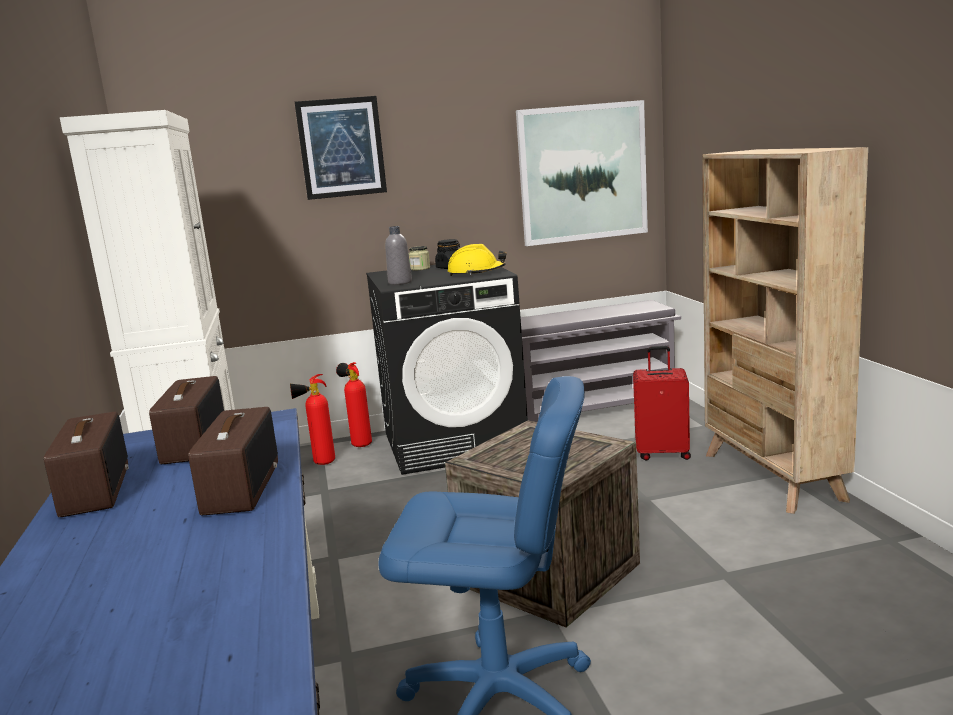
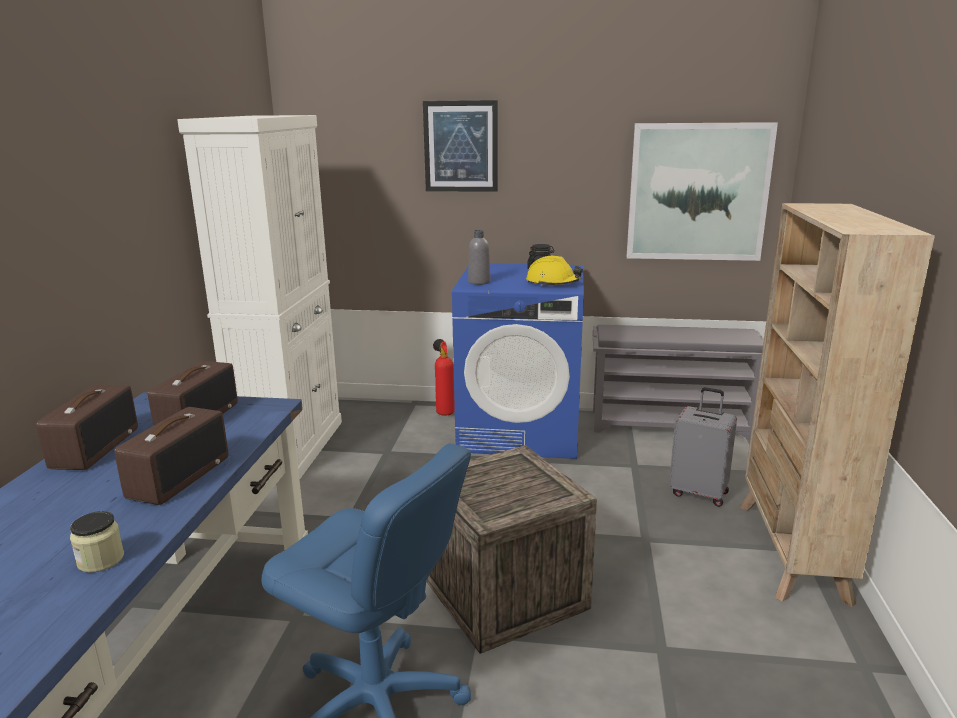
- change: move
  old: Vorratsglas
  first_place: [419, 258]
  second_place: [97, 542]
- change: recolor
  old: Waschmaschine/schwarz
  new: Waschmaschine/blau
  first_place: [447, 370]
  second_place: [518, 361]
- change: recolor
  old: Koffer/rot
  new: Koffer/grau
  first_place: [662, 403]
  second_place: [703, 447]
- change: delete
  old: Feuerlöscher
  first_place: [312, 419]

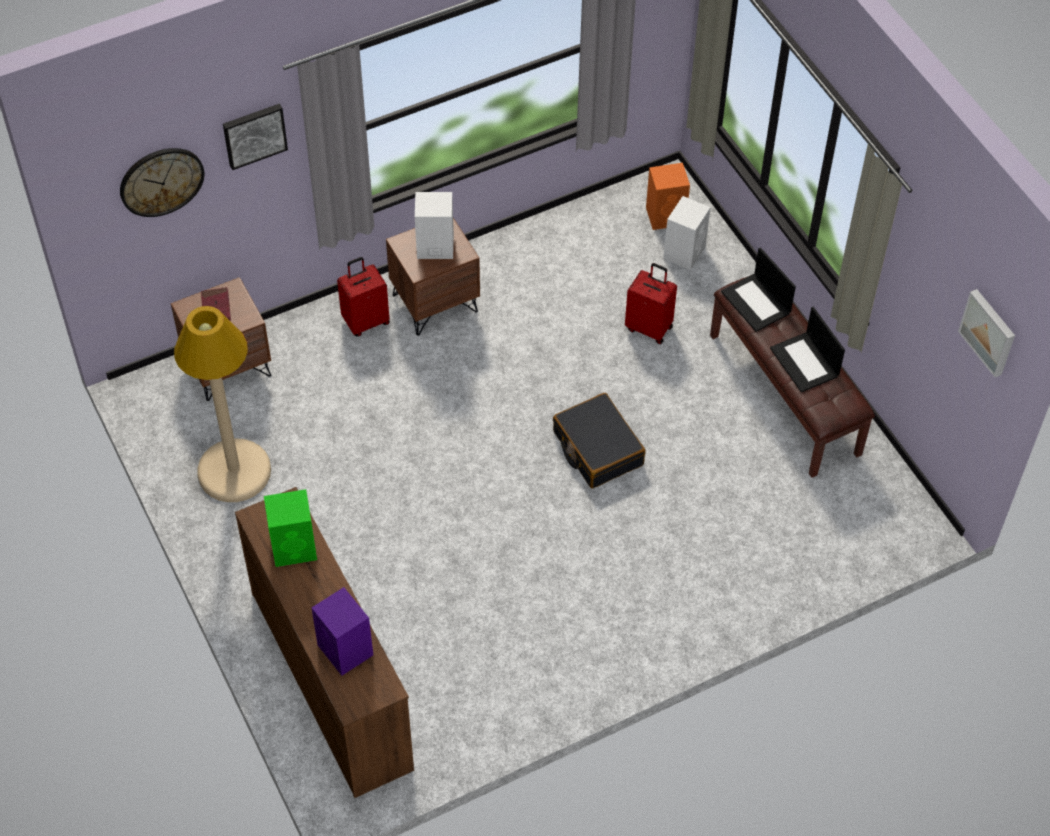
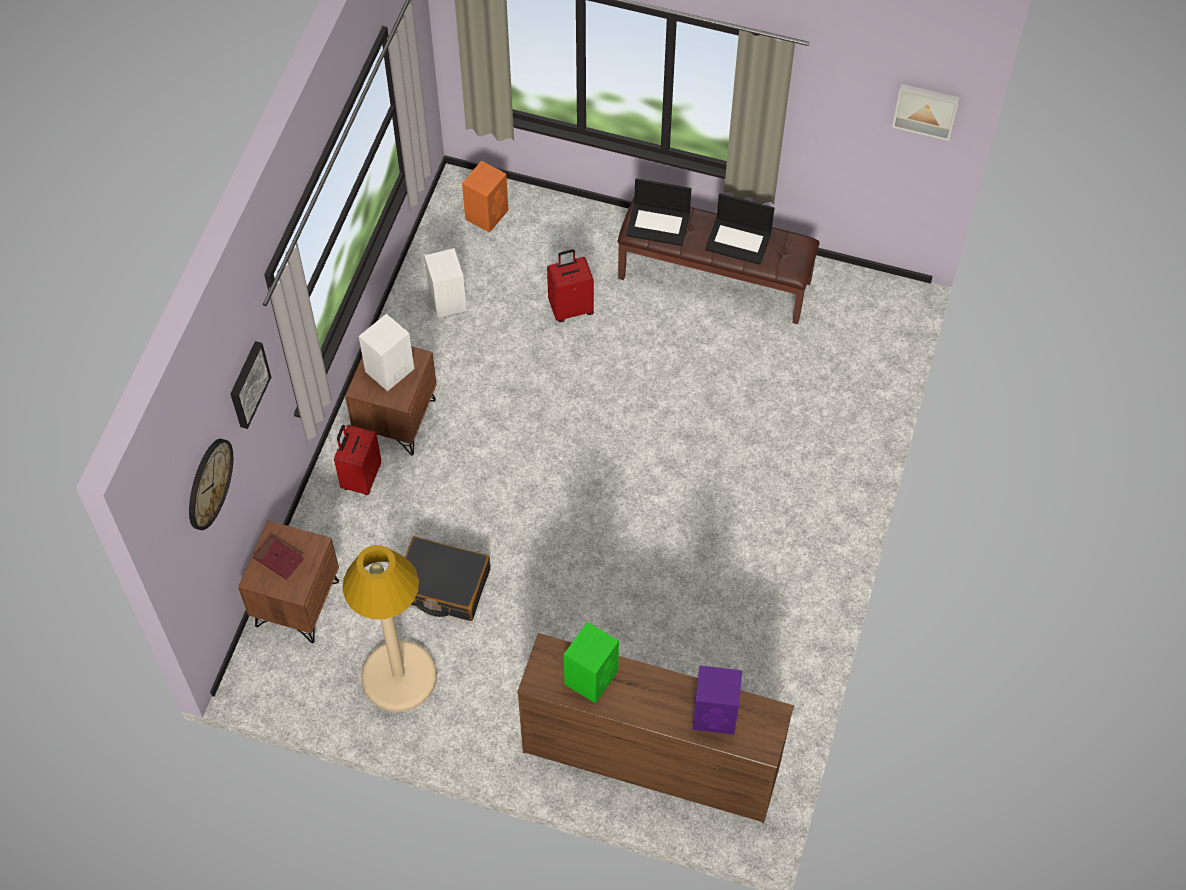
- change: move
  old: Koffer/schwarz
  first_place: [599, 441]
  second_place: [448, 578]
- change: move
  old: Lautsprecher/weiß
  first_place: [687, 233]
  second_place: [445, 283]

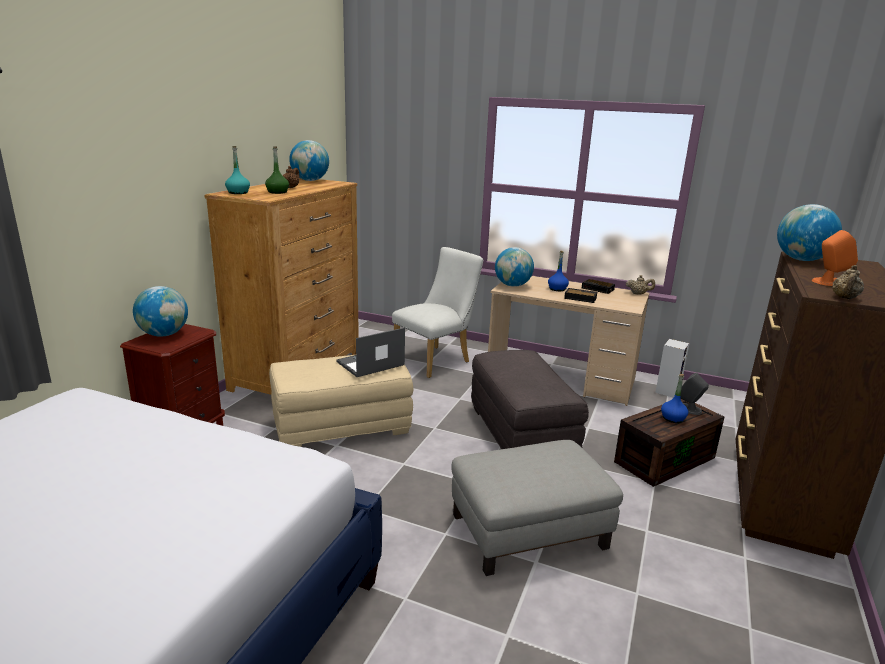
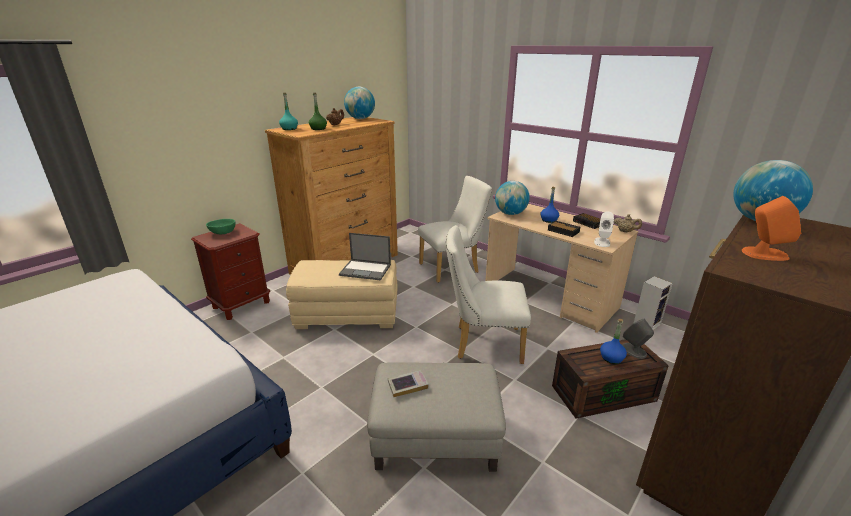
- change: replace
  old: Globus
  new: Schüssel/grün
  first_place: [160, 311]
  second_place: [221, 226]
- change: rotate
  old: Laptop
  first_place: [370, 352]
  second_place: [365, 257]
  degrees: -150
- change: insert
  new: Buch
  second_place: [408, 383]
- change: replace
  old: Polsterhocker/grau
  new: Stuhl/weiß
  first_place: [530, 399]
  second_place: [488, 294]
- change: insert
  new: Lautsprecher/weiß
  second_place: [604, 229]
- change: delete
  old: Teekanne/beige
  first_place: [848, 282]

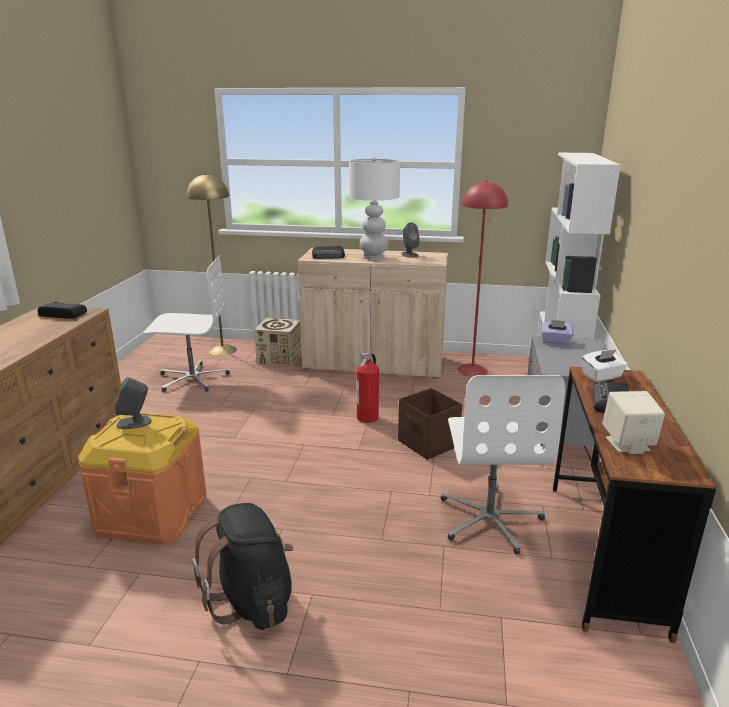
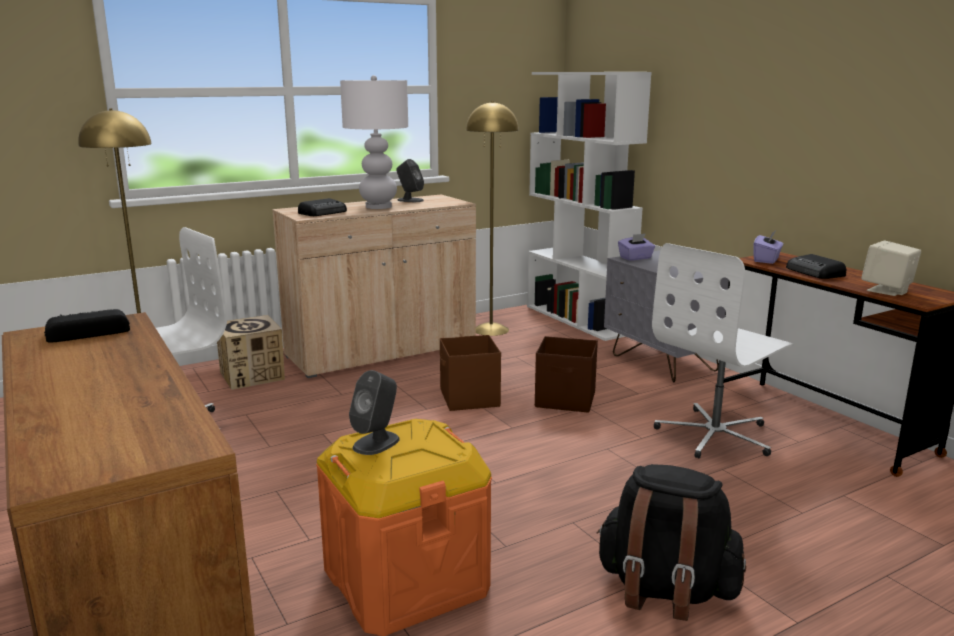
- change: replace
  old: Feuerlöscher
  new: Aufbewahrungsbox/braun
  first_place: [368, 388]
  second_place: [470, 373]
- change: recolor
  old: Stehlampe/rot
  new: Stehlampe/gelb
  first_place: [482, 278]
  second_place: [492, 218]
- change: rotate
  old: Bürostuhl/weiß
  first_place: [503, 464]
  second_place: [723, 350]
  degrees: 90
- change: recolor
  old: Taschentuchbox/weiß
  new: Taschentuchbox/lila
  first_place: [604, 365]
  second_place: [768, 247]

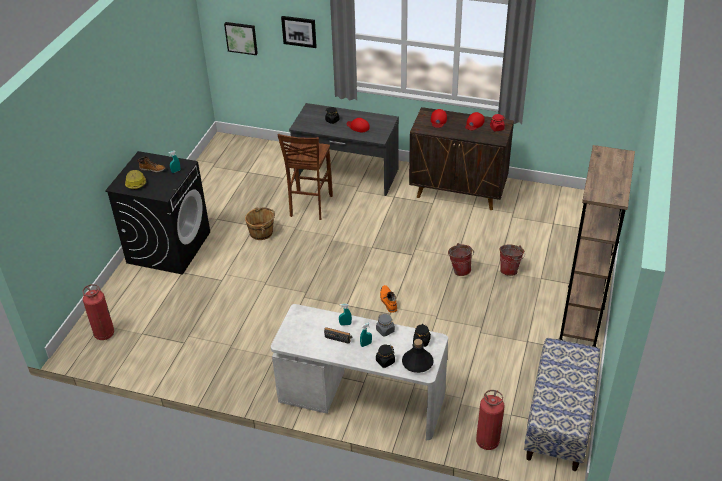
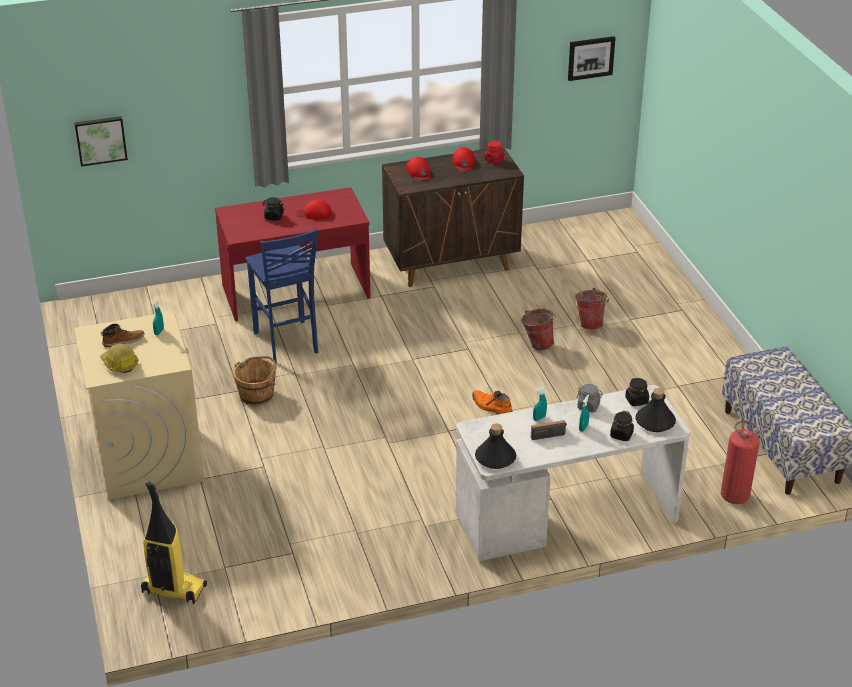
- change: recolor
  old: Waschmaschine/schwarz
  new: Waschmaschine/beige
  first_place: [157, 213]
  second_place: [139, 405]
- change: replace
  old: Feuerlöscher
  new: Staubsauger
  first_place: [98, 312]
  second_place: [174, 542]
- change: recolor
  old: Schreibtisch/grau
  new: Schreibtisch/rot
  first_place: [344, 149]
  second_place: [293, 254]
- change: recolor
  old: Hocker/braun
  new: Hocker/blau
  first_place: [305, 177]
  second_place: [282, 296]
- change: insert
  new: Flasche/schwarz
  second_place: [495, 446]
- change: move
  old: Bild
  first_place: [299, 32]
  second_place: [591, 58]
- change: delete
  old: Bücherregal/braun
  first_place: [597, 246]

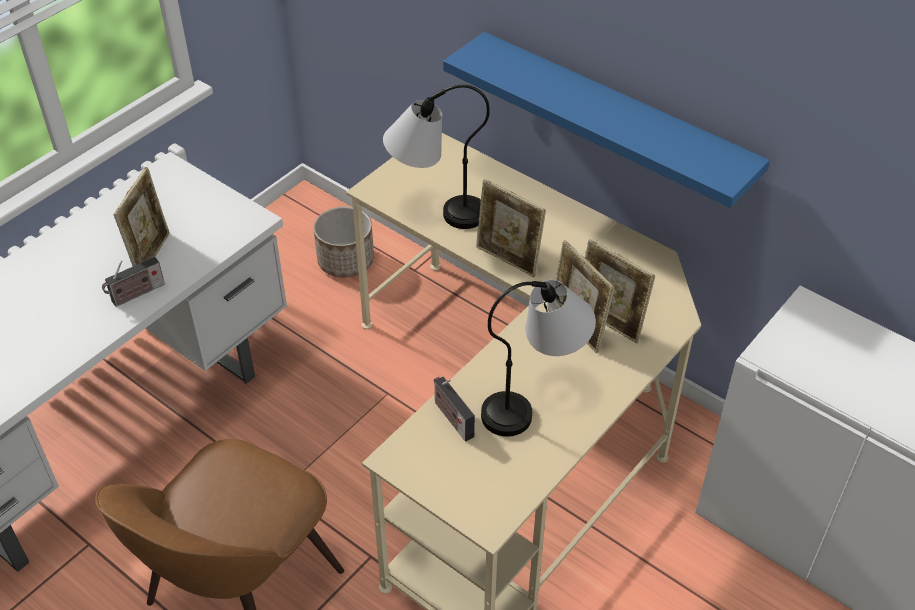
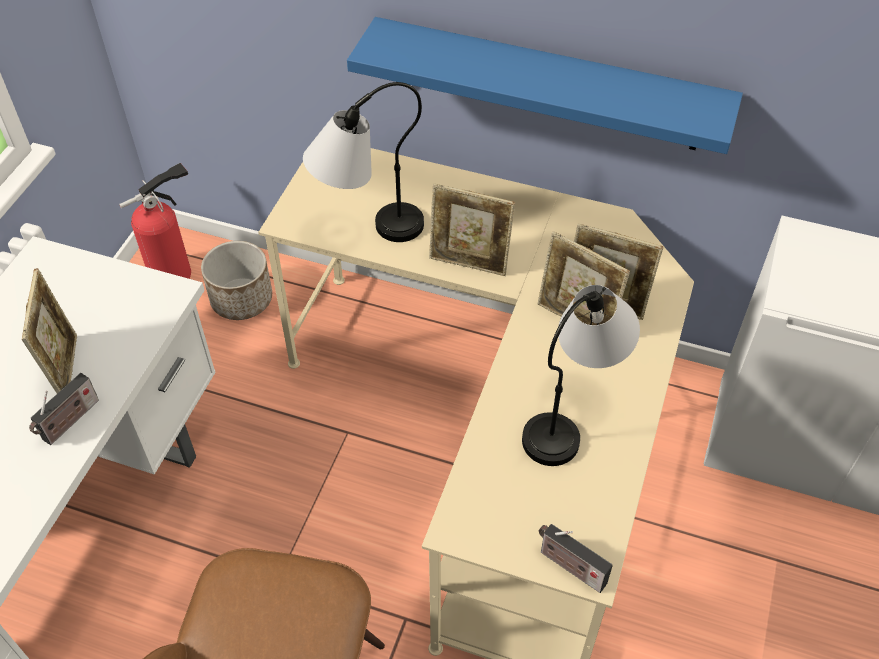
- change: insert
  new: Feuerlöscher
  second_place: [155, 221]
- change: move
  old: Radio
  first_place: [454, 409]
  second_place: [576, 558]

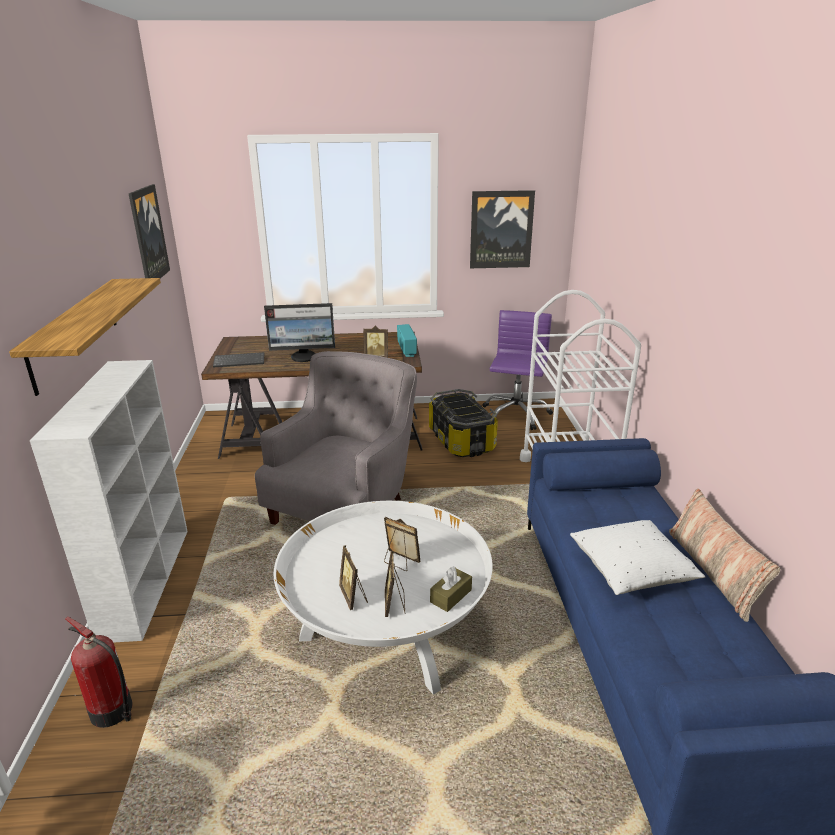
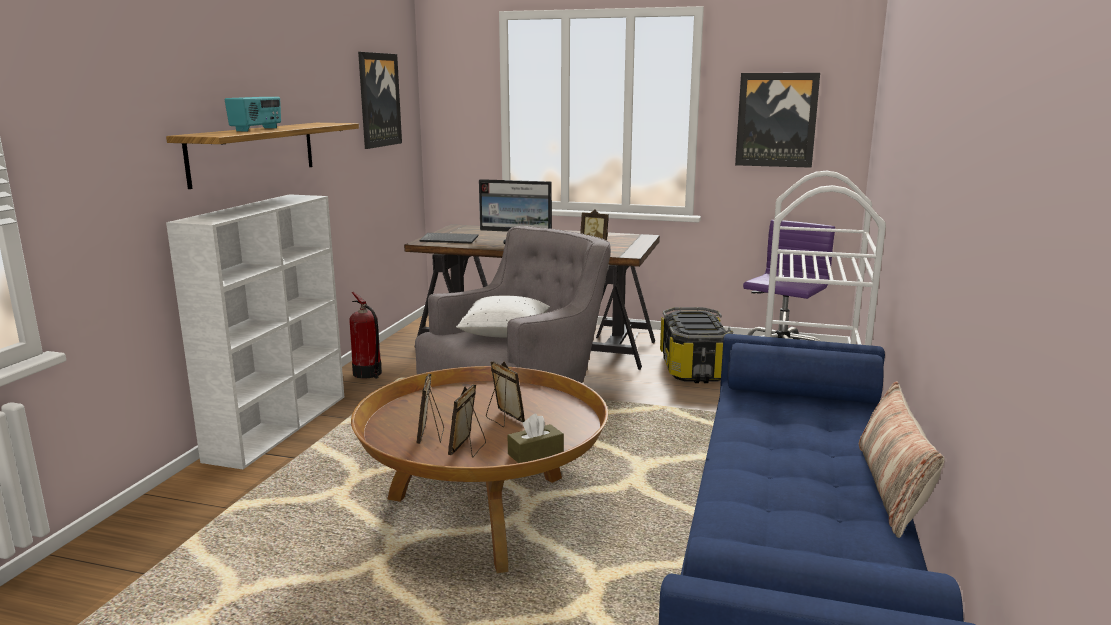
- change: move
  old: Radio
  first_place: [407, 340]
  second_place: [253, 114]
- change: move
  old: Feuerlöscher
  first_place: [99, 672]
  second_place: [365, 335]
- change: recolor
  old: Couchtisch/weiß
  new: Couchtisch/braun
  first_place: [383, 598]
  second_place: [479, 469]
- change: move
  old: Kissen/weiß
  first_place: [638, 557]
  second_place: [503, 317]

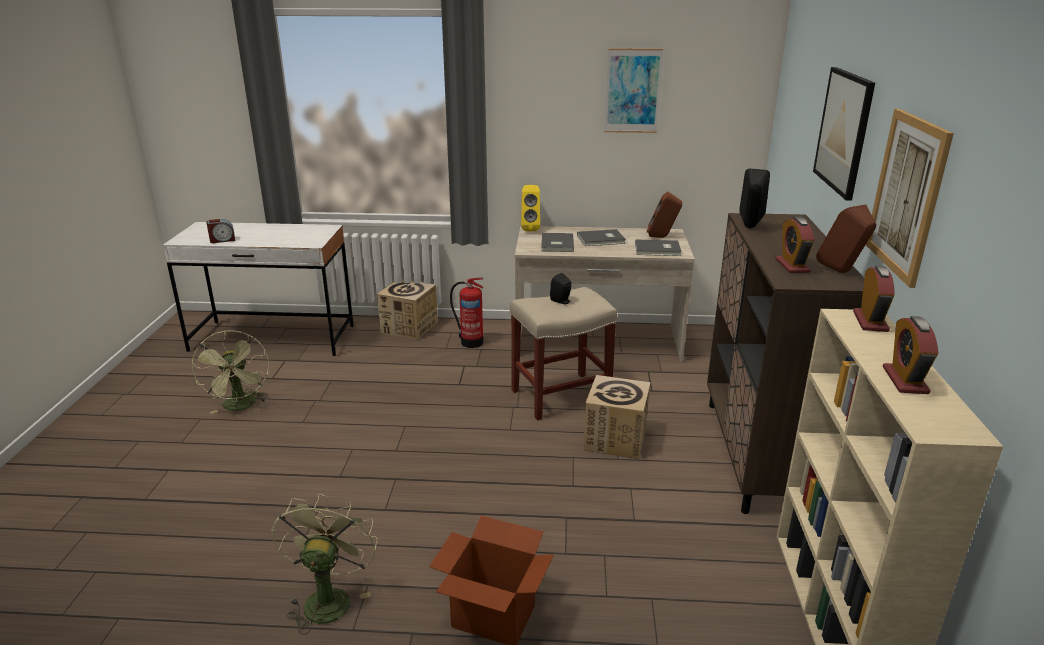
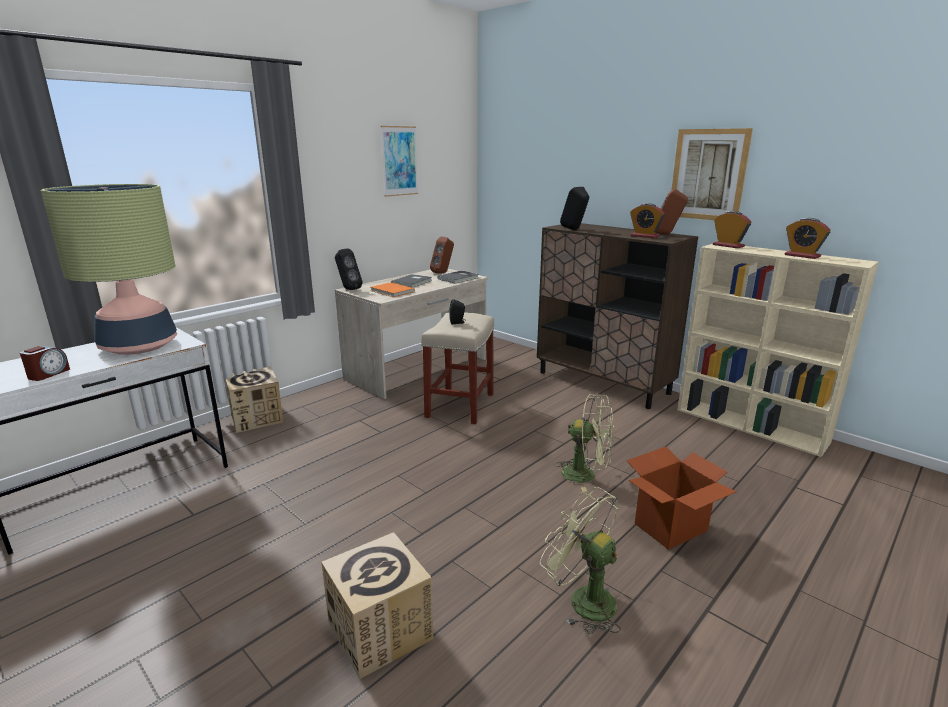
- change: insert
  new: Tischlampe
  second_place: [109, 269]
- change: move
  old: Karton
  first_place: [617, 417]
  second_place: [377, 606]
- change: recolor
  old: Lautsprecher/gelb
  new: Lautsprecher/schwarz
  first_place: [530, 208]
  second_place: [349, 269]
- change: recolor
  old: Buch/grau
  new: Buch/orange
  first_place: [557, 242]
  second_place: [392, 289]
- change: move
  old: Ventilator/grün
  first_place: [230, 372]
  second_place: [584, 443]
- change: delete
  old: Feuerlöscher
  first_place: [466, 313]
- change: delete
  old: Bild
  first_place: [844, 133]

